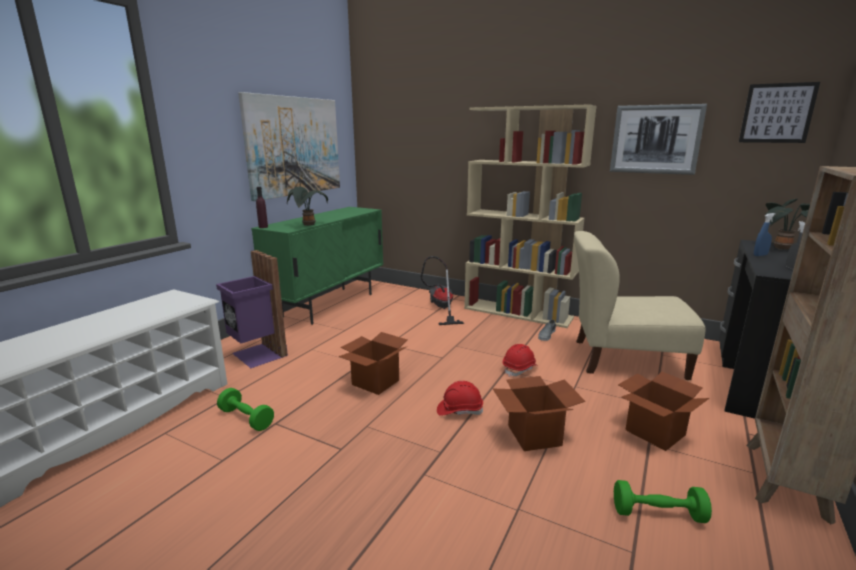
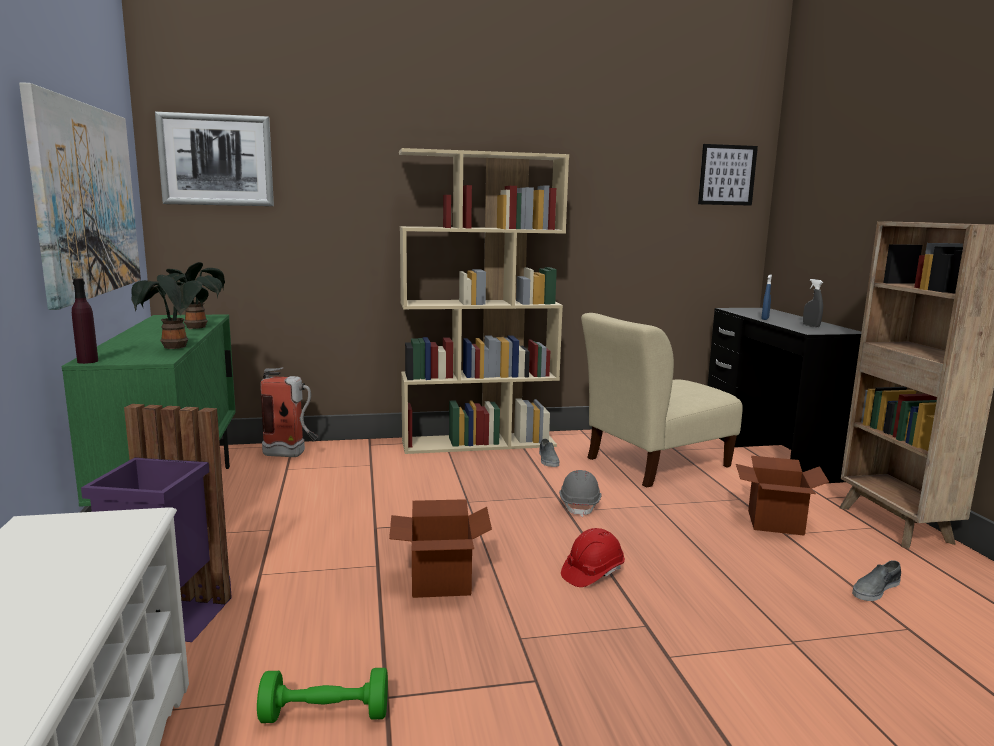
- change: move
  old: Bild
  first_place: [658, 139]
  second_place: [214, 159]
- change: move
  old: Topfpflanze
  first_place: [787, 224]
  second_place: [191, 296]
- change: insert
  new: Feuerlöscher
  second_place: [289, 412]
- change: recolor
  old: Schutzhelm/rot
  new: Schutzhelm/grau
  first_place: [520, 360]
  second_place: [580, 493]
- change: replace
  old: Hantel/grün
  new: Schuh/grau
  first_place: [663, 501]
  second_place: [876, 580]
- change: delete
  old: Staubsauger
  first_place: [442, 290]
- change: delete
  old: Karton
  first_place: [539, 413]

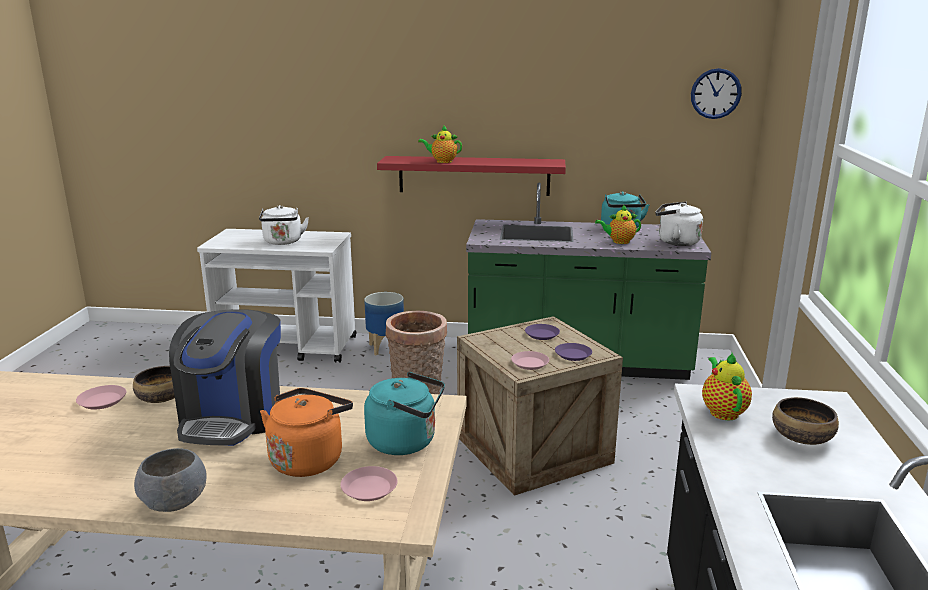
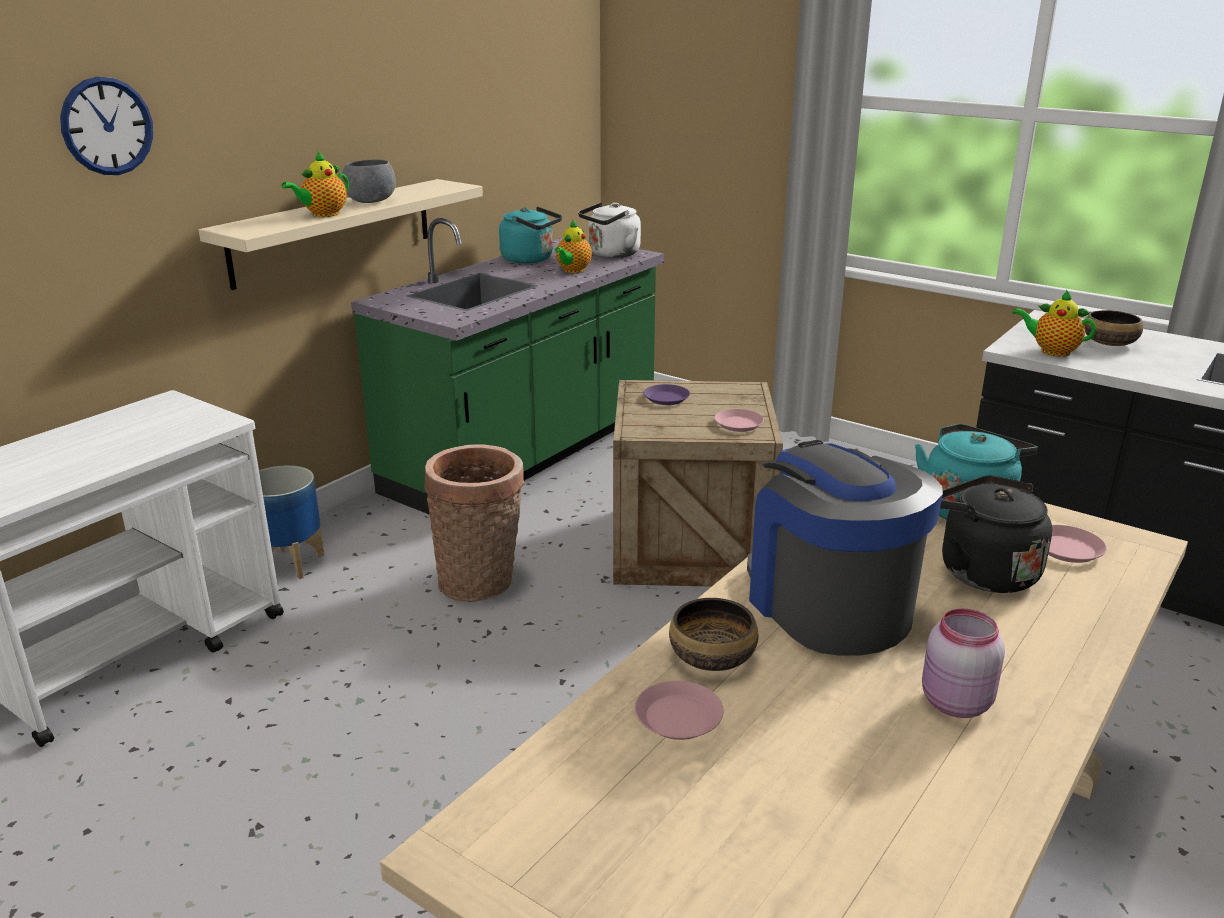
- change: move
  old: Wanduhr
  first_place: [716, 93]
  second_place: [106, 126]
- change: recolor
  old: Wandregal/rot
  new: Wandregal/beige
  first_place: [471, 176]
  second_place: [341, 234]
- change: move
  old: Schüssel/grau
  first_place: [170, 480]
  second_place: [369, 181]
- change: rotate
  old: Kaffeemaschine
  first_place: [225, 377]
  second_place: [845, 548]
  degrees: -150
- change: insert
  new: Vorratsglas/rosa
  second_place: [963, 663]
- change: recolor
  old: Wasserkessel/orange
  new: Wasserkessel/schwarz
  first_place: [306, 432]
  second_place: [996, 534]
- change: delete
  old: Wasserkessel/weiß
  first_place: [284, 225]
- change: delete
  old: Teller/lila
  first_place: [573, 352]

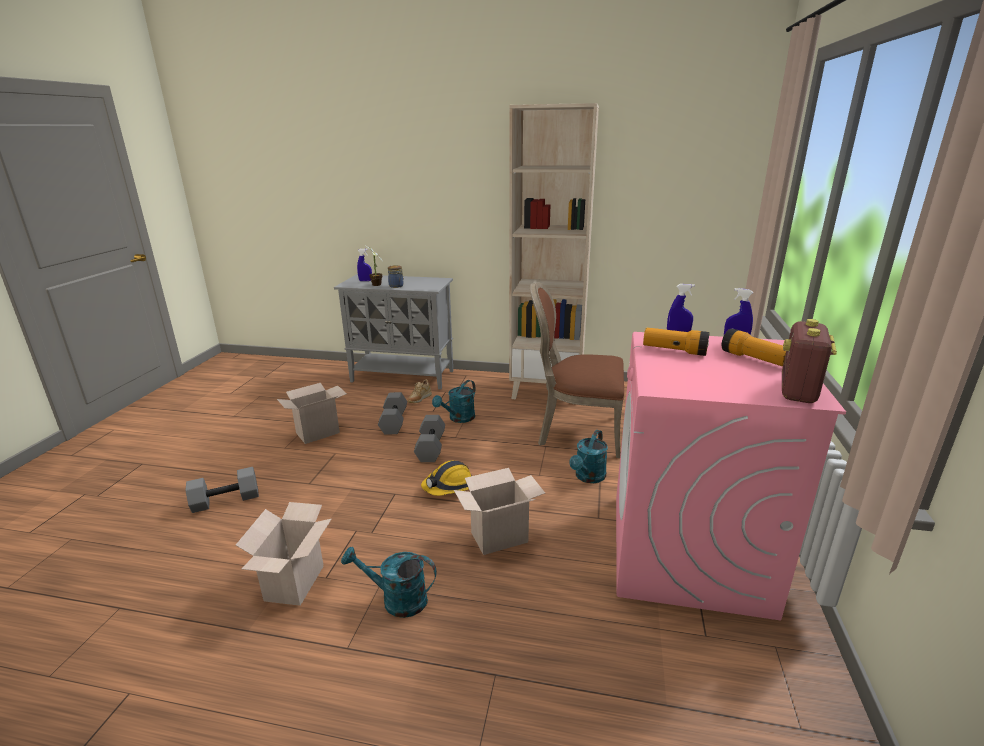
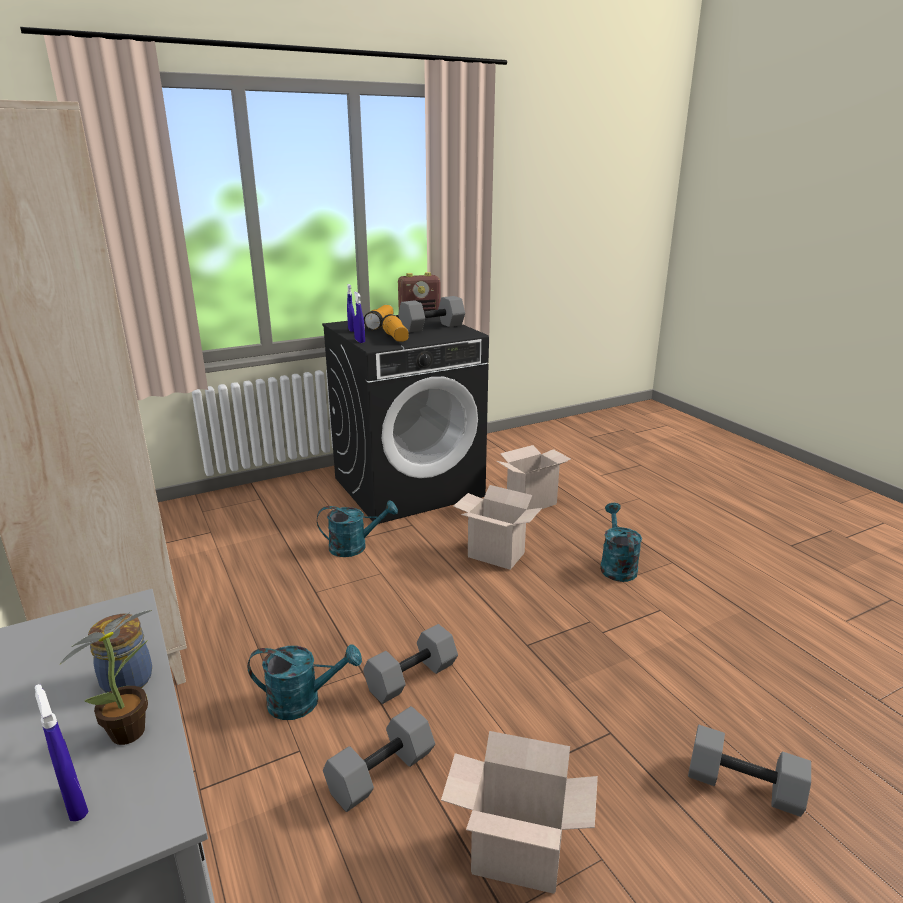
- change: recolor
  old: Waschmaschine/rosa
  new: Waschmaschine/schwarz
  first_place: [731, 476]
  second_place: [405, 419]
- change: insert
  new: Hantel/grau
  second_place: [431, 314]
- change: move
  old: Karton
  first_place: [283, 554]
  second_place: [534, 477]
- change: rotate
  old: Gießkanne/türkis
  first_place: [389, 582]
  second_place: [621, 542]
  degrees: -150
- change: delete
  old: Schuh/beige
  first_place: [419, 391]
- change: delete
  old: Schutzhelm
  first_place: [446, 478]
- change: delete
  old: Stuhl/braun
  first_place: [577, 370]

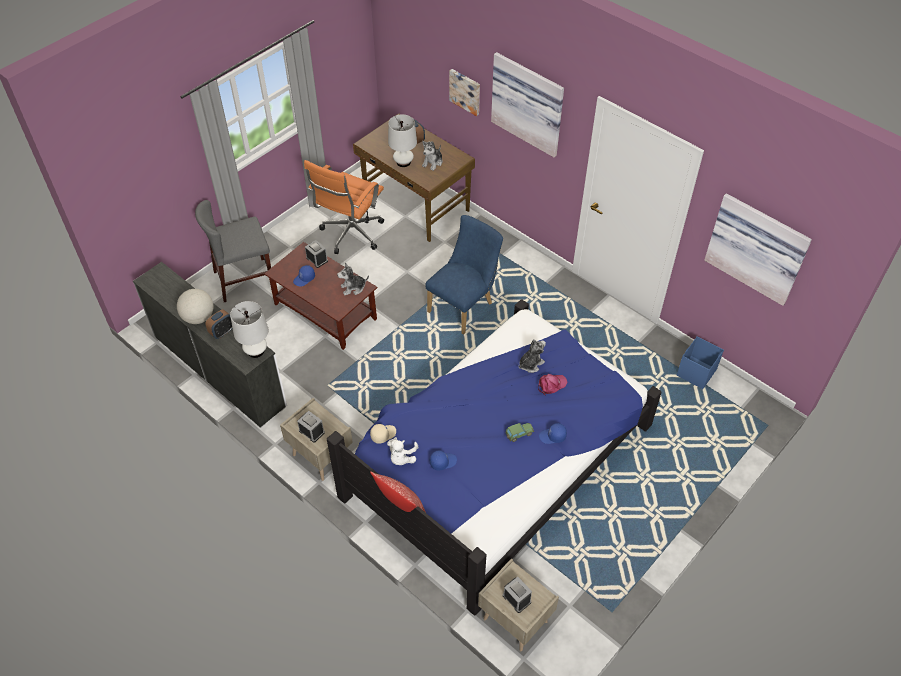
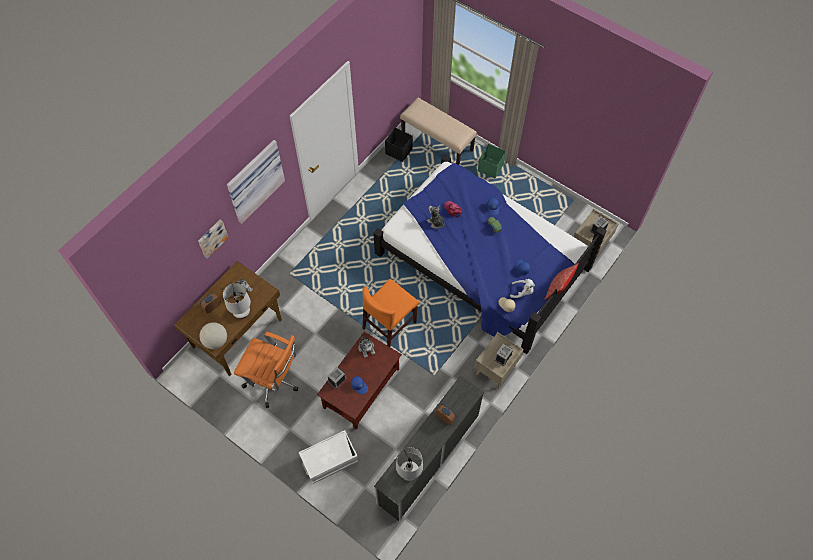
- change: move
  old: Globus
  first_place: [195, 306]
  second_place: [213, 335]
- change: replace
  old: Stuhl/grau
  new: Aufbewahrungsbox/weiß
  first_place: [233, 251]
  second_place: [328, 457]
- change: insert
  new: Stuhl/orange
  second_place: [390, 313]
- change: recolor
  old: Aufbewahrungsbox/blau
  new: Aufbewahrungsbox/schwarz
  first_place: [700, 362]
  second_place: [399, 145]
- change: move
  old: Tischlampe/weiß
  first_place: [249, 329]
  second_place: [409, 464]
- change: insert
  new: Bank/beige
  second_place: [438, 131]
- change: insert
  new: Aufbewahrungsbox/grün
  second_place: [492, 161]
- change: delete
  old: Stuhl/blau
  first_place: [464, 275]
- change: delete
  old: Bild
  first_place: [758, 249]

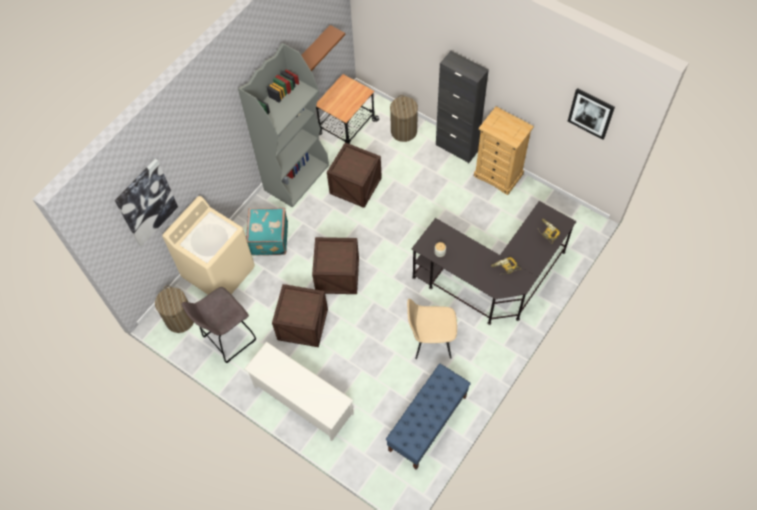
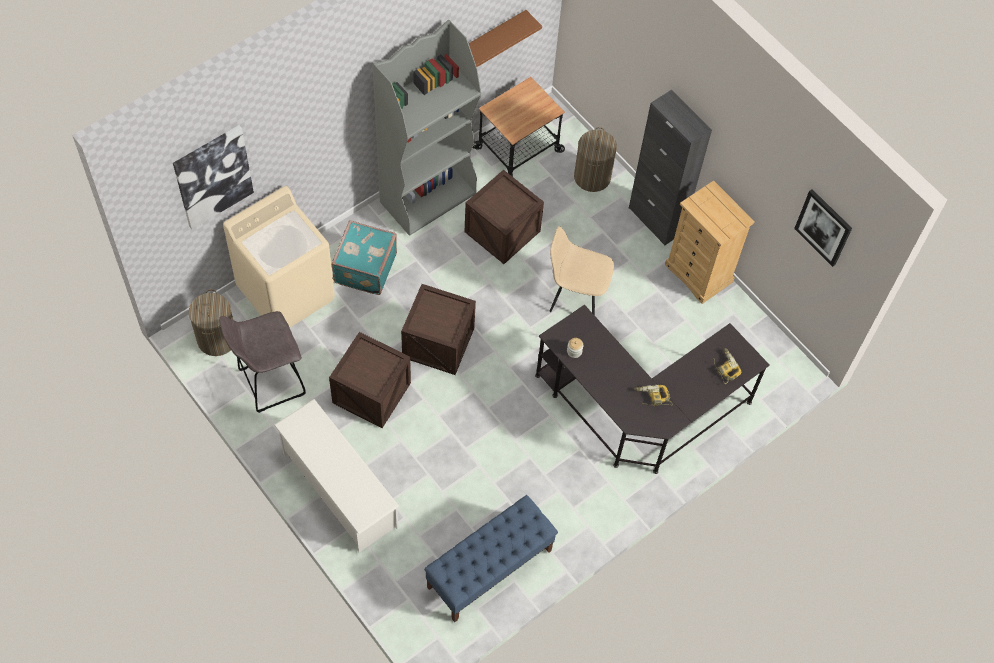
- change: move
  old: Stuhl/beige
  first_place: [432, 329]
  second_place: [582, 271]

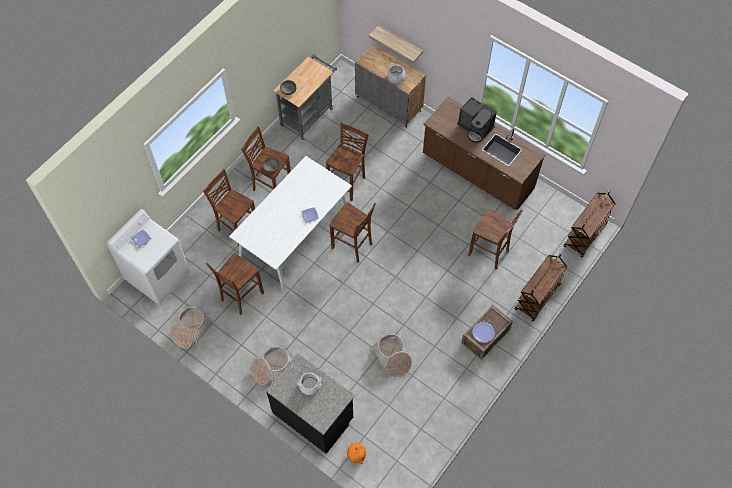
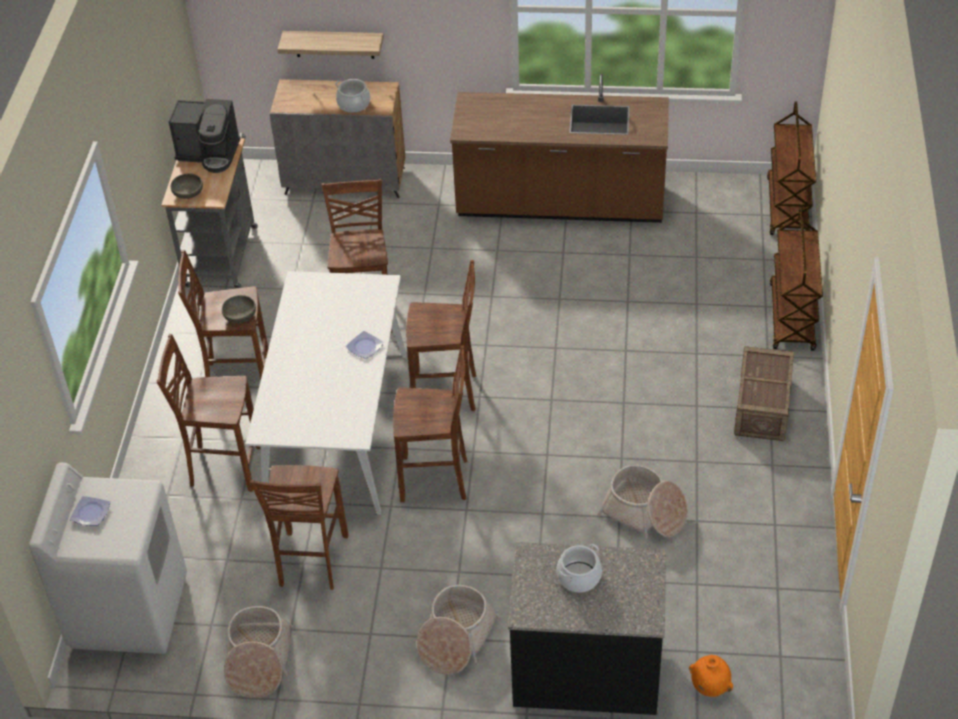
- change: move
  old: Kaffeemaschine
  first_place: [477, 120]
  second_place: [205, 136]
- change: move
  old: Hocker/braun
  first_place: [495, 239]
  second_place: [430, 424]
- change: delete
  old: Teller
  first_place: [483, 332]

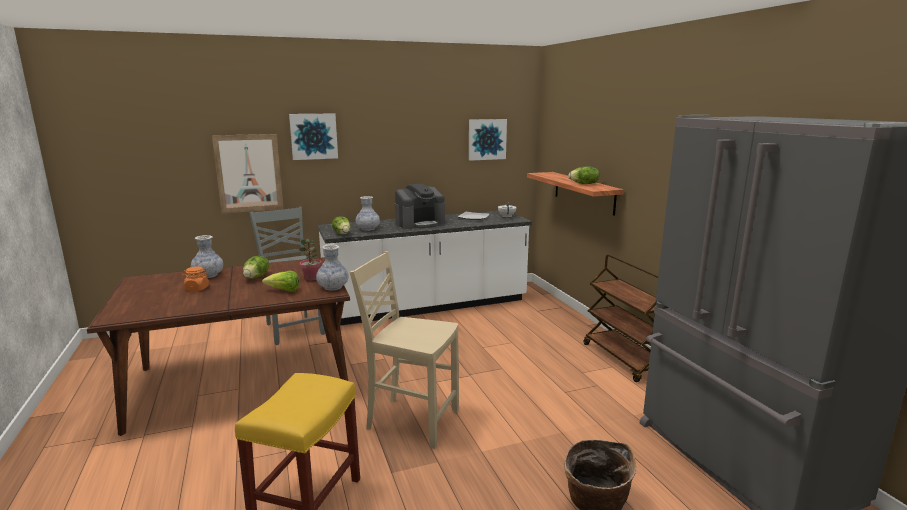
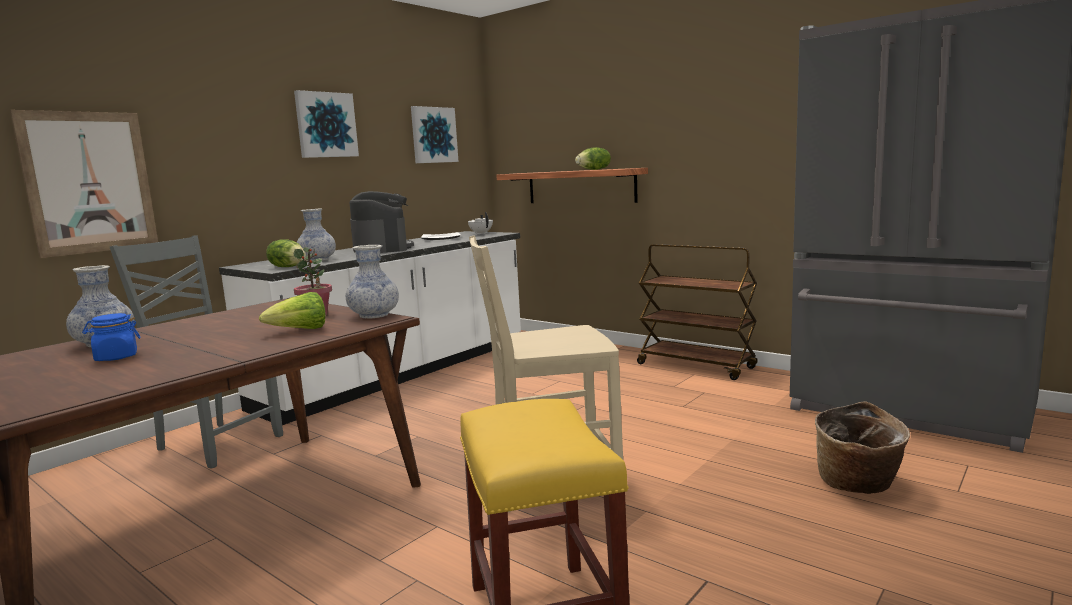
- change: recolor
  old: Vorratsglas/orange
  new: Vorratsglas/blau
  first_place: [195, 278]
  second_place: [111, 337]
- change: move
  old: Bild
  first_place: [313, 137]
  second_place: [326, 124]
- change: rotate
  old: Kaffeemaschine
  first_place: [420, 206]
  second_place: [381, 222]
  degrees: -45
- change: delete
  old: Salatkopf
  first_place: [256, 267]

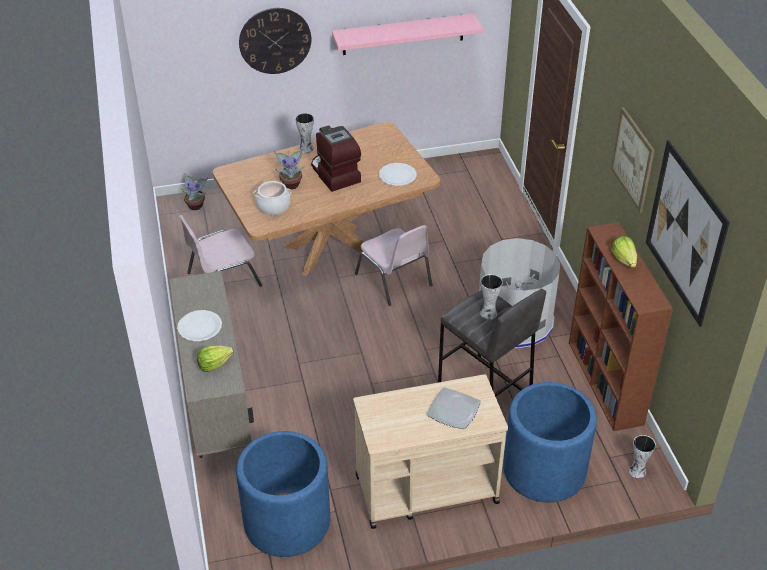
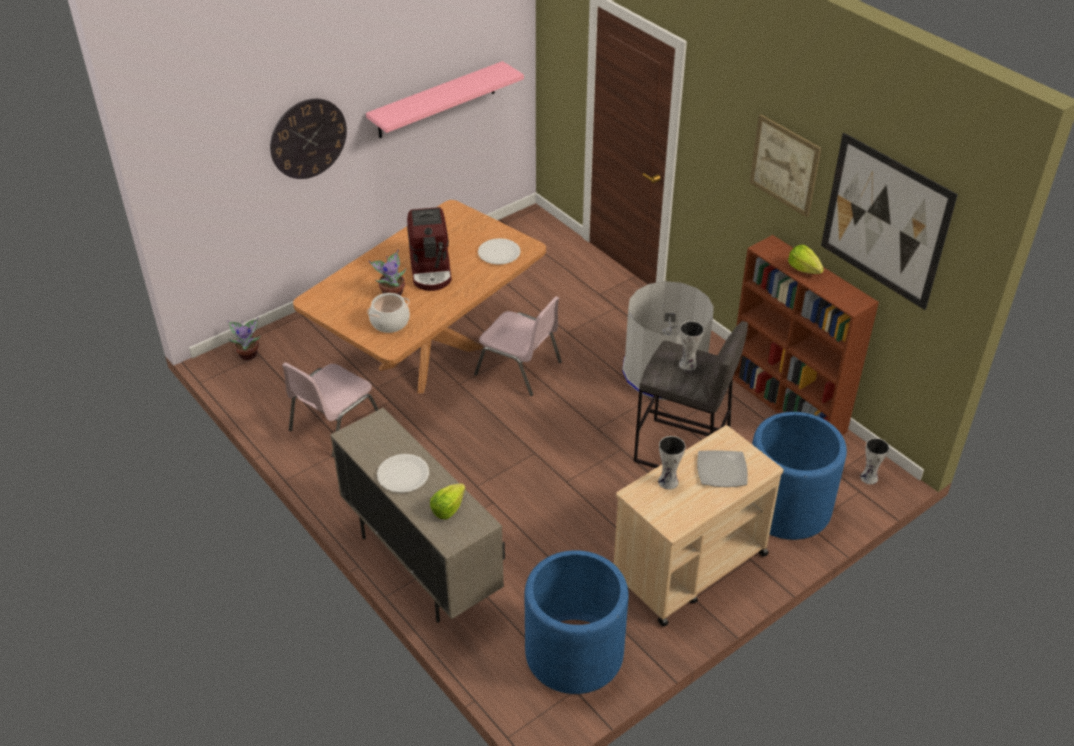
- change: rotate
  old: Kaffeemaschine
  first_place: [336, 158]
  second_place: [429, 249]
  degrees: -135
- change: move
  old: Vase
  first_place: [304, 133]
  second_place: [671, 462]

